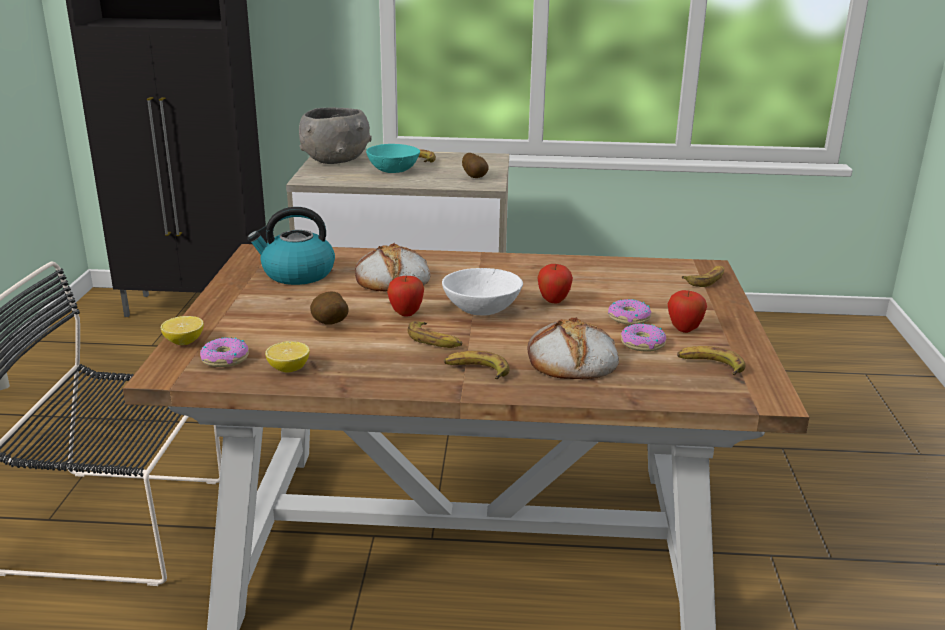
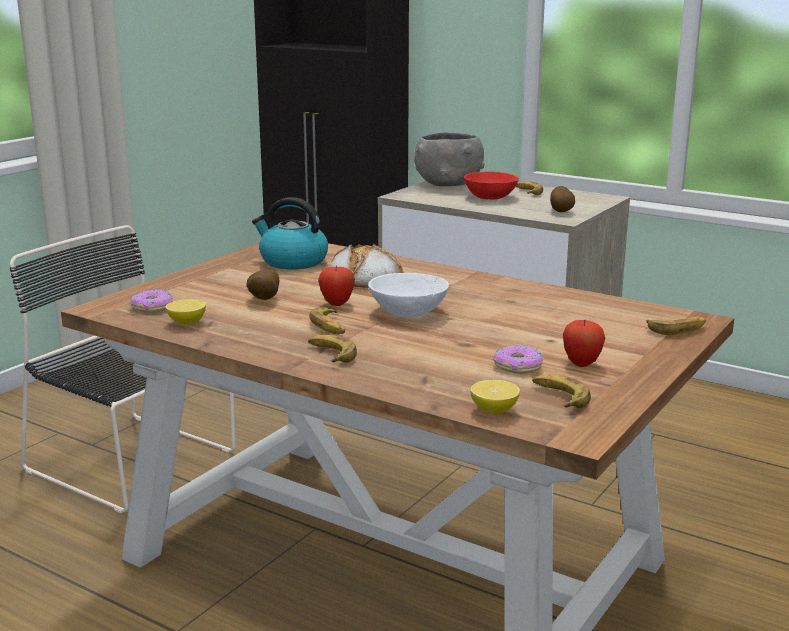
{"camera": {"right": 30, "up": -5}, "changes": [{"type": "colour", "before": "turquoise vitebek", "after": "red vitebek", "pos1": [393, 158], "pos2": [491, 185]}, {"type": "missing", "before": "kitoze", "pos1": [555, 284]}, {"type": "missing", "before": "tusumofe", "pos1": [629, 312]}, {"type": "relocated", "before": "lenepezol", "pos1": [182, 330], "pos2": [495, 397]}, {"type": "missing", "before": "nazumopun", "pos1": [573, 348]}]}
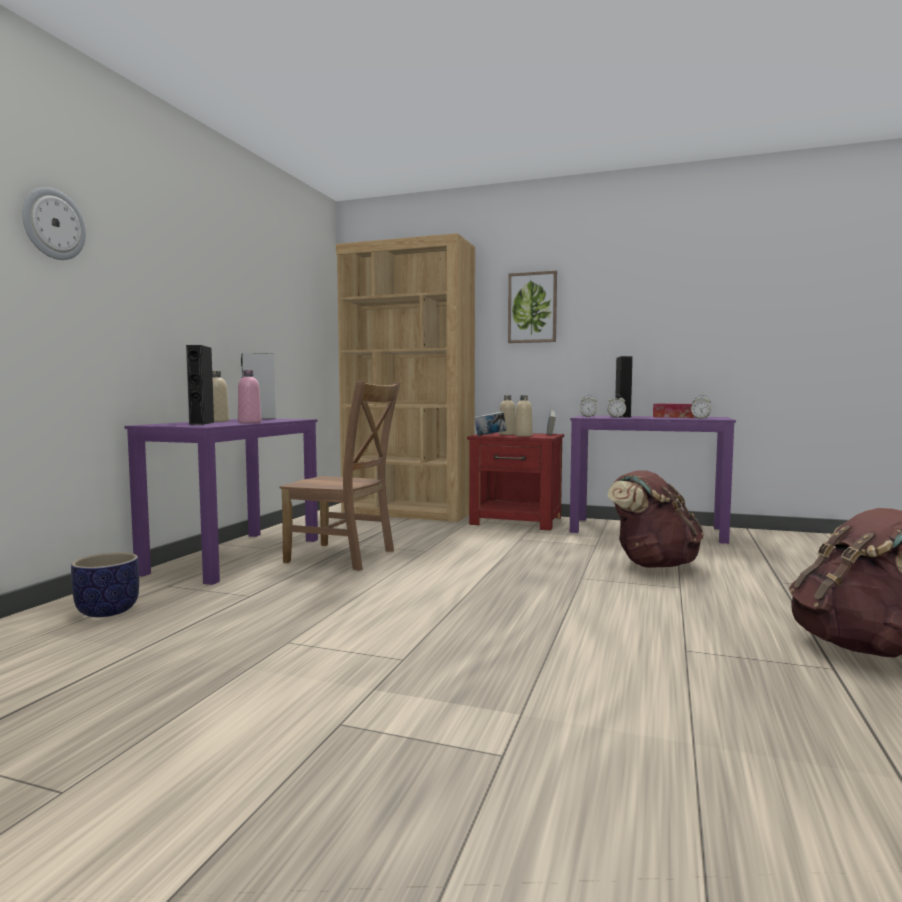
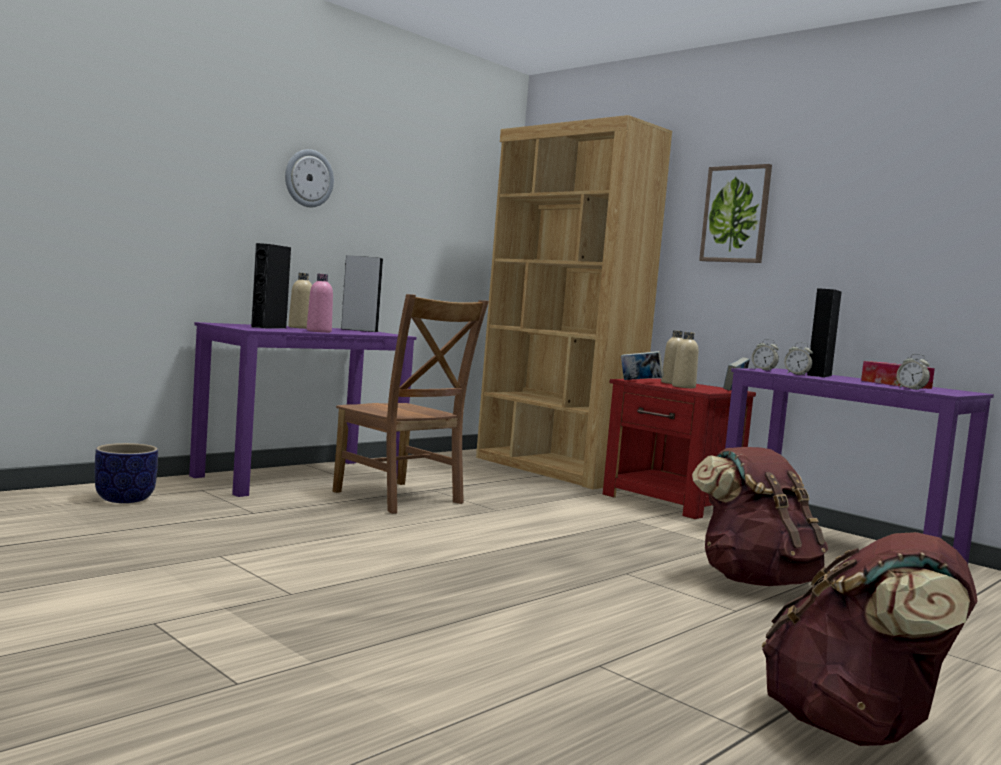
{"camera": {"right": 25, "up": 0}, "changes": [{"type": "relocated", "before": "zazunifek", "pos1": [54, 223], "pos2": [309, 178]}]}
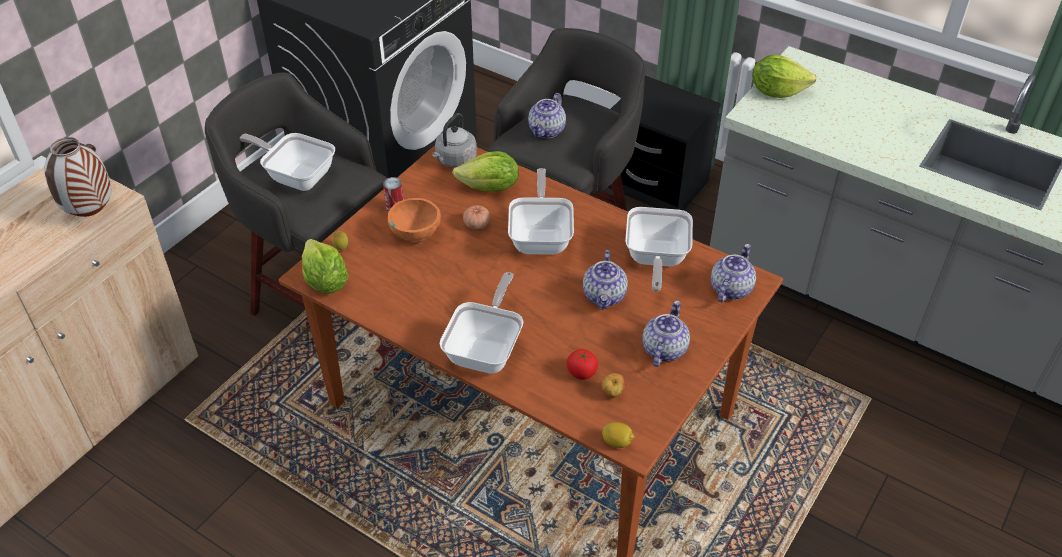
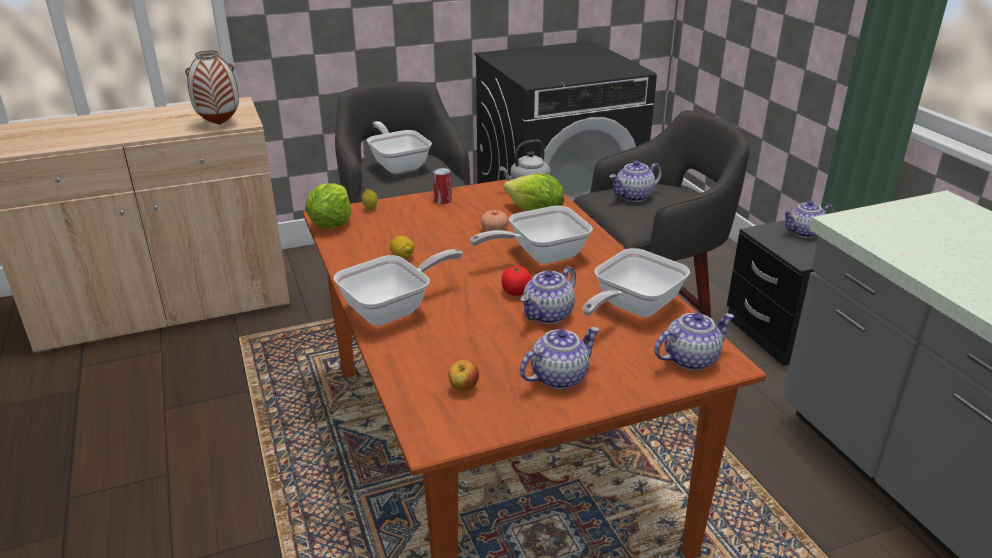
{"camera": {"right": 35, "up": -15}, "changes": [{"type": "missing", "before": "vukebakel", "pos1": [784, 76]}, {"type": "spun", "before": "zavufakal", "pos1": [541, 211], "pos2": [531, 235], "turn": -150}, {"type": "missing", "before": "orange vitebek", "pos1": [414, 220]}, {"type": "relocated", "before": "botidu", "pos1": [582, 364], "pos2": [517, 281]}, {"type": "relocated", "before": "lenepezol", "pos1": [618, 435], "pos2": [402, 247]}, {"type": "appeared", "after": "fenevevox", "pos2": [808, 219]}]}
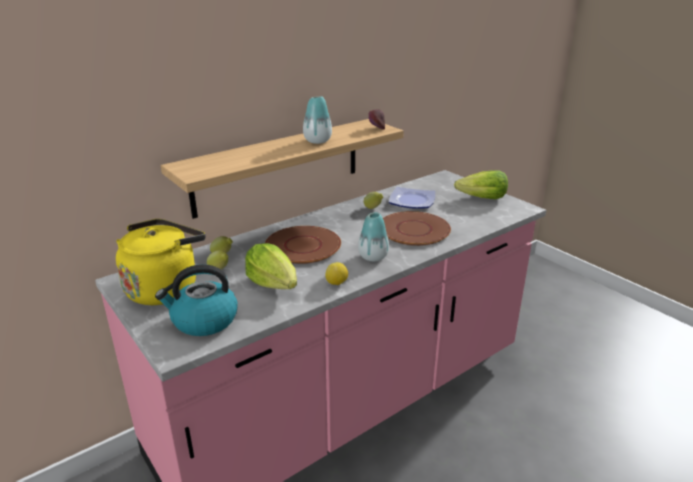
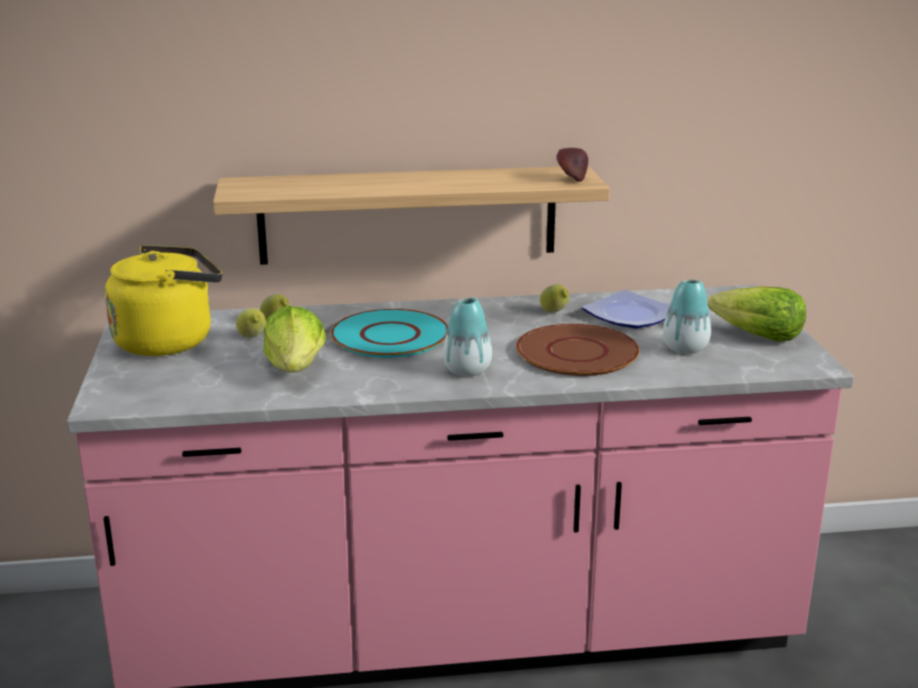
{"camera": {"right": 30, "up": -5}, "changes": [{"type": "relocated", "before": "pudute", "pos1": [317, 120], "pos2": [687, 317]}, {"type": "colour", "before": "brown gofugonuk", "after": "turquoise gofugonuk", "pos1": [303, 245], "pos2": [389, 333]}, {"type": "missing", "before": "lenepezol", "pos1": [336, 273]}, {"type": "missing", "before": "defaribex", "pos1": [196, 300]}]}
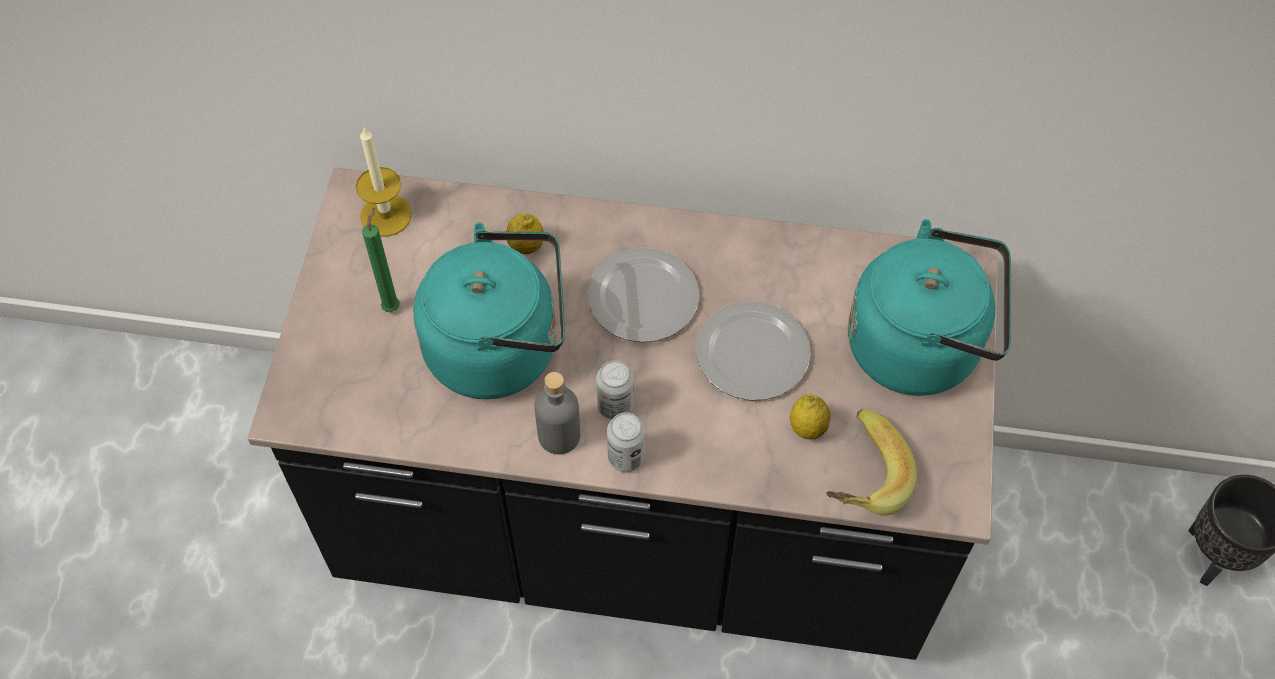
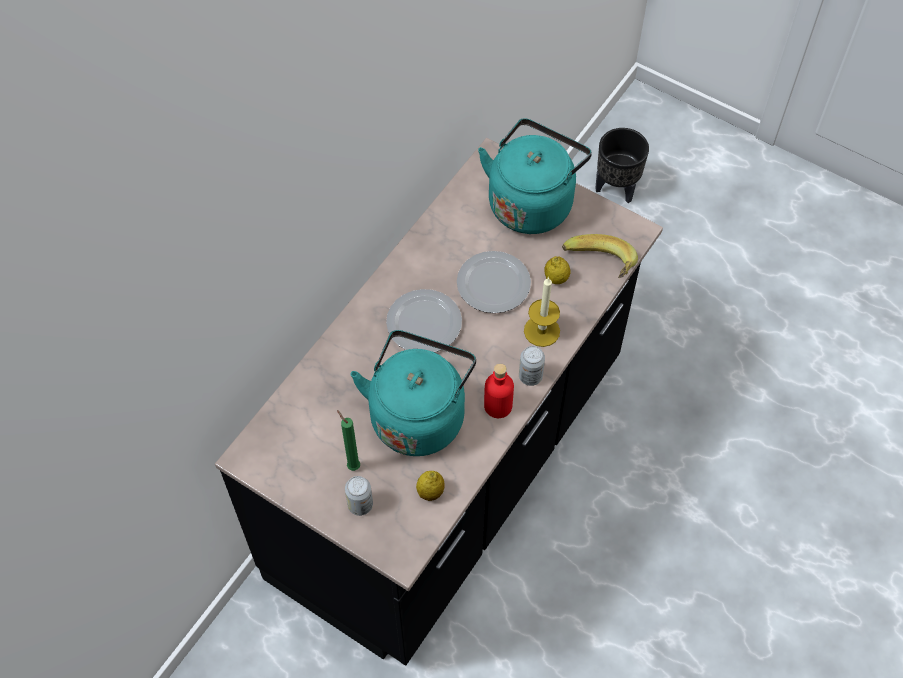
{"camera": {"right": -65, "up": 0}, "changes": [{"type": "relocated", "before": "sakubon", "pos1": [384, 182], "pos2": [542, 312]}, {"type": "relocated", "before": "lenepezol", "pos1": [525, 233], "pos2": [430, 486]}, {"type": "relocated", "before": "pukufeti", "pos1": [615, 390], "pos2": [359, 496]}, {"type": "colour", "before": "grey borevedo", "after": "red borevedo", "pos1": [557, 413], "pos2": [499, 390]}]}
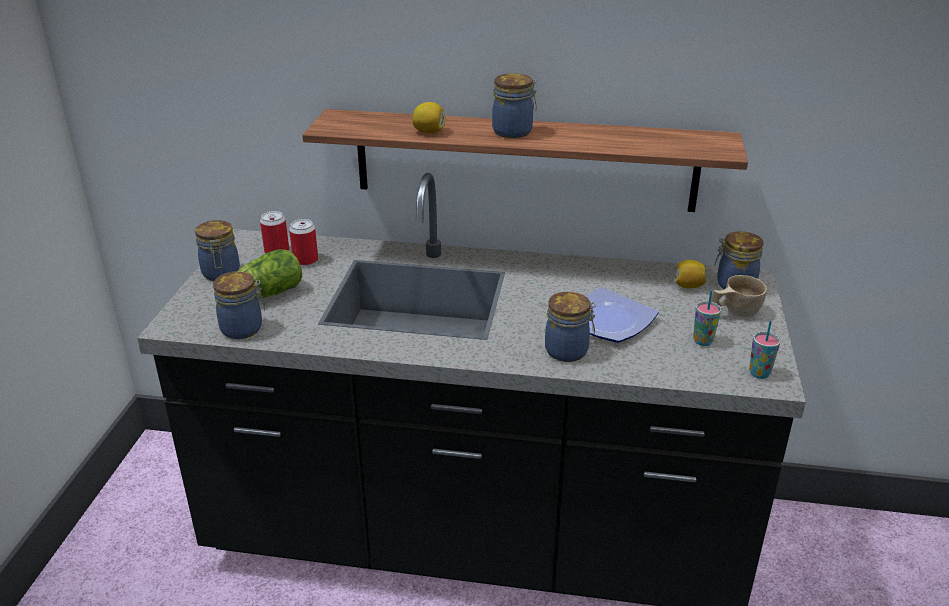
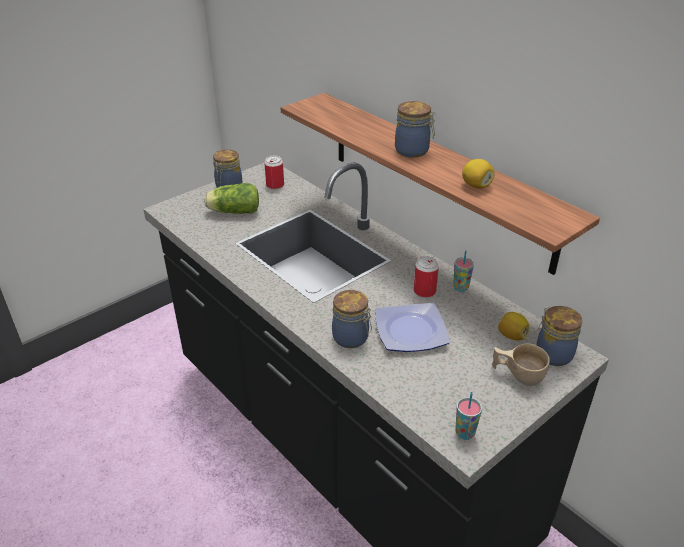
{"camera": {"right": 40, "up": 5}, "changes": [{"type": "relocated", "before": "lenepezol", "pos1": [429, 117], "pos2": [478, 174]}, {"type": "relocated", "before": "pukufeti", "pos1": [303, 242], "pos2": [426, 277]}, {"type": "missing", "before": "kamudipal", "pos1": [239, 305]}, {"type": "relocated", "before": "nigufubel", "pos1": [707, 318], "pos2": [463, 271]}]}
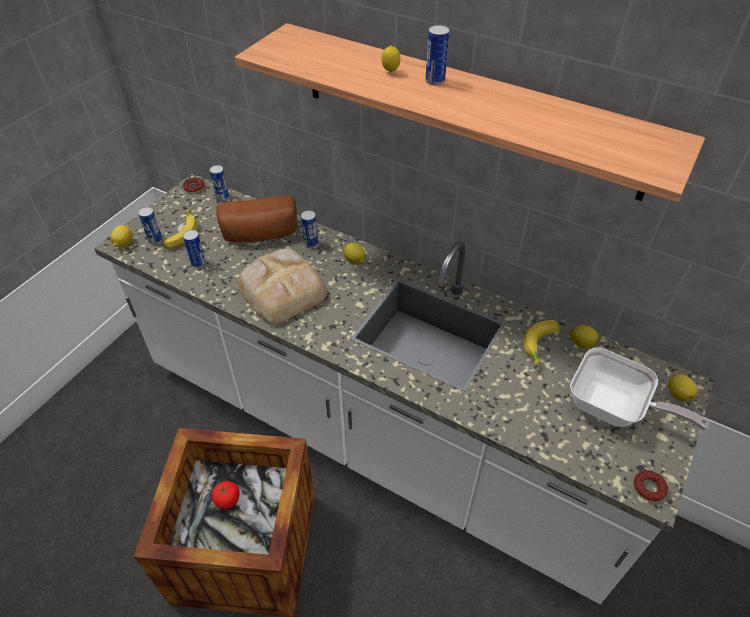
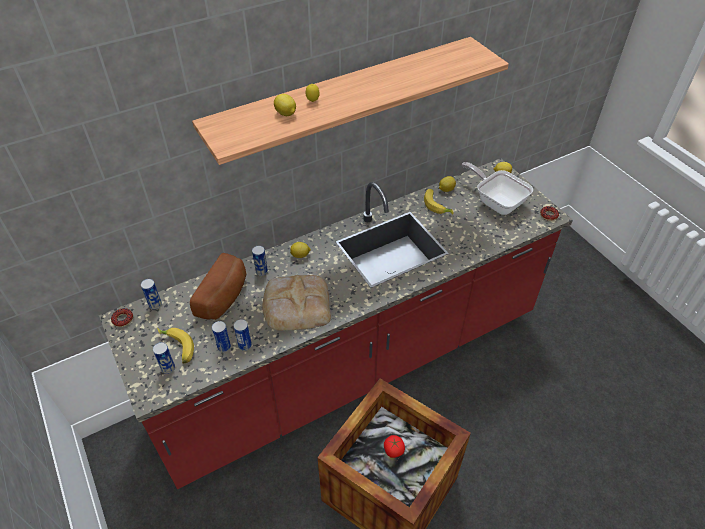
{"camera": {"right": -60, "up": 0}, "changes": [{"type": "relocated", "before": "pukufeti", "pos1": [437, 55], "pos2": [243, 335]}, {"type": "colour", "before": "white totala", "after": "red totala", "pos1": [404, 388], "pos2": [336, 323]}, {"type": "relocated", "before": "lenepezol", "pos1": [121, 236], "pos2": [285, 105]}, {"type": "spun", "before": "zavufakal", "pos1": [639, 389], "pos2": [497, 188], "turn": -105}]}
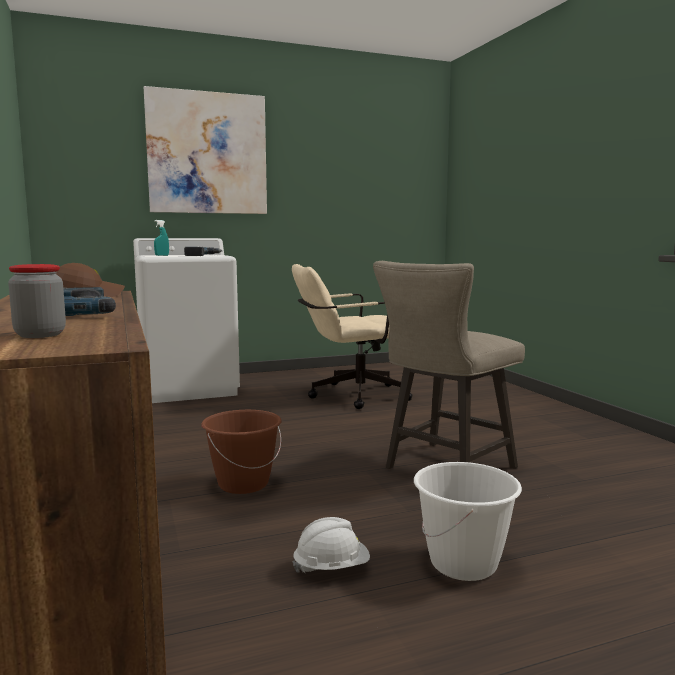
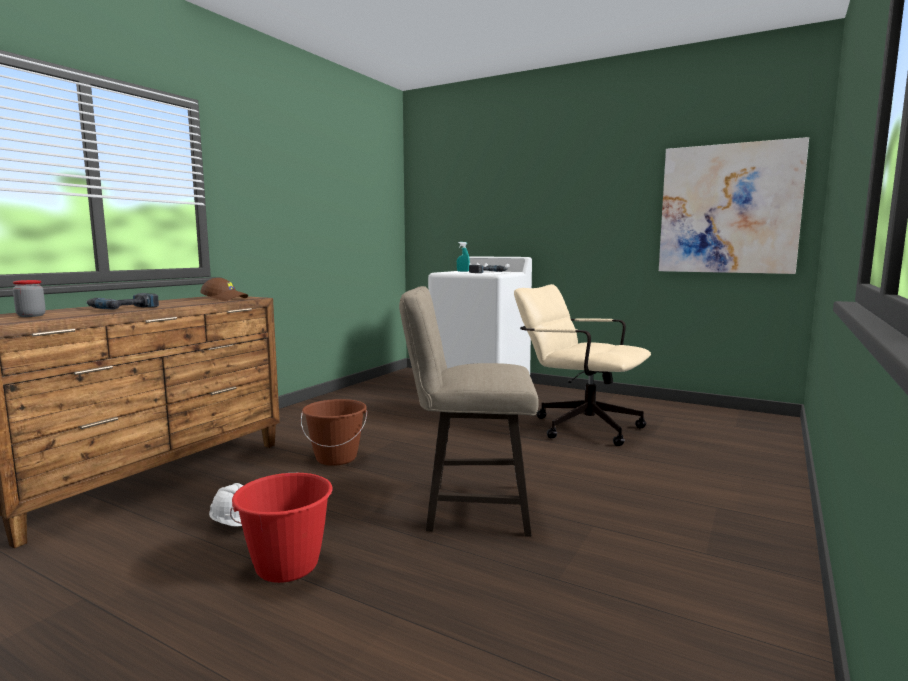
{"camera": {"right": 50, "up": 0}, "changes": [{"type": "relocated", "before": "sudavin", "pos1": [205, 150], "pos2": [734, 205]}, {"type": "colour", "before": "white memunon", "after": "red memunon", "pos1": [468, 521], "pos2": [281, 528]}]}
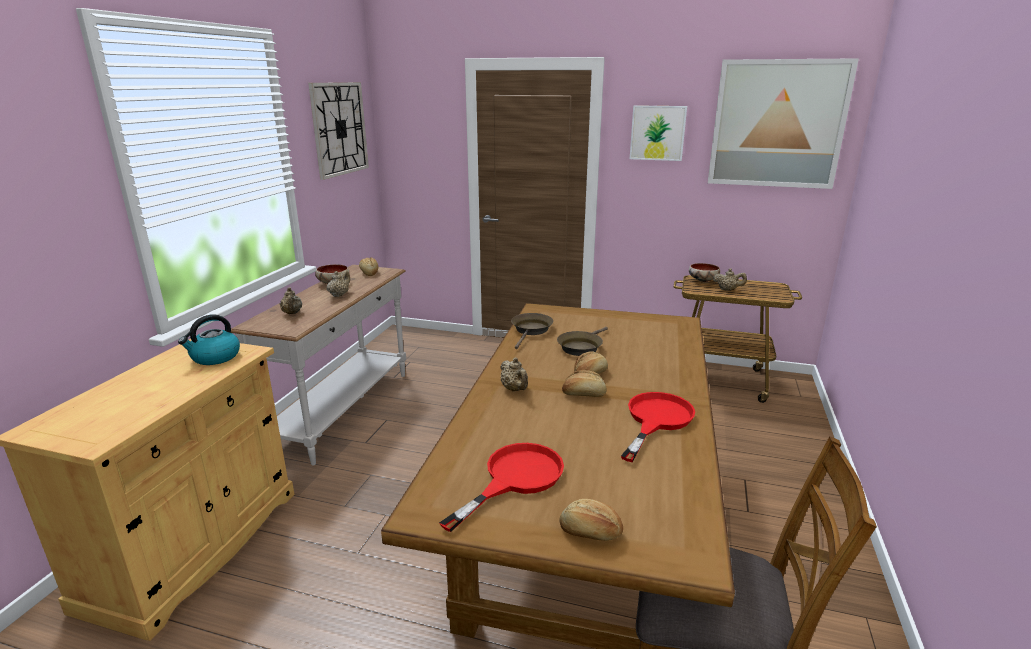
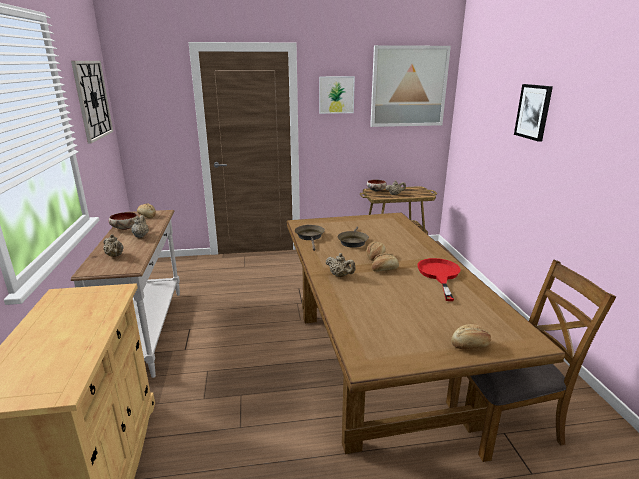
{"camera": {"right": -25, "up": 0}, "changes": [{"type": "missing", "before": "defaribex", "pos1": [209, 339]}, {"type": "missing", "before": "red zavufakal", "pos1": [501, 487]}, {"type": "appeared", "after": "sudavin", "pos2": [533, 113]}]}
